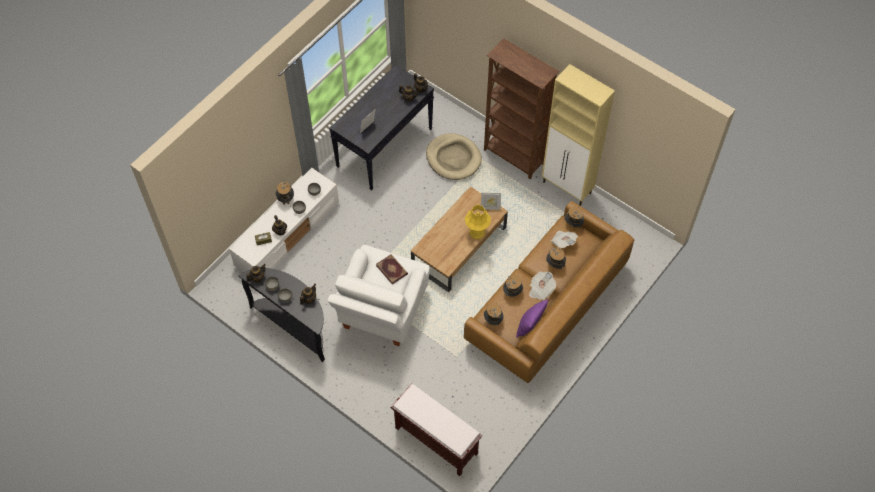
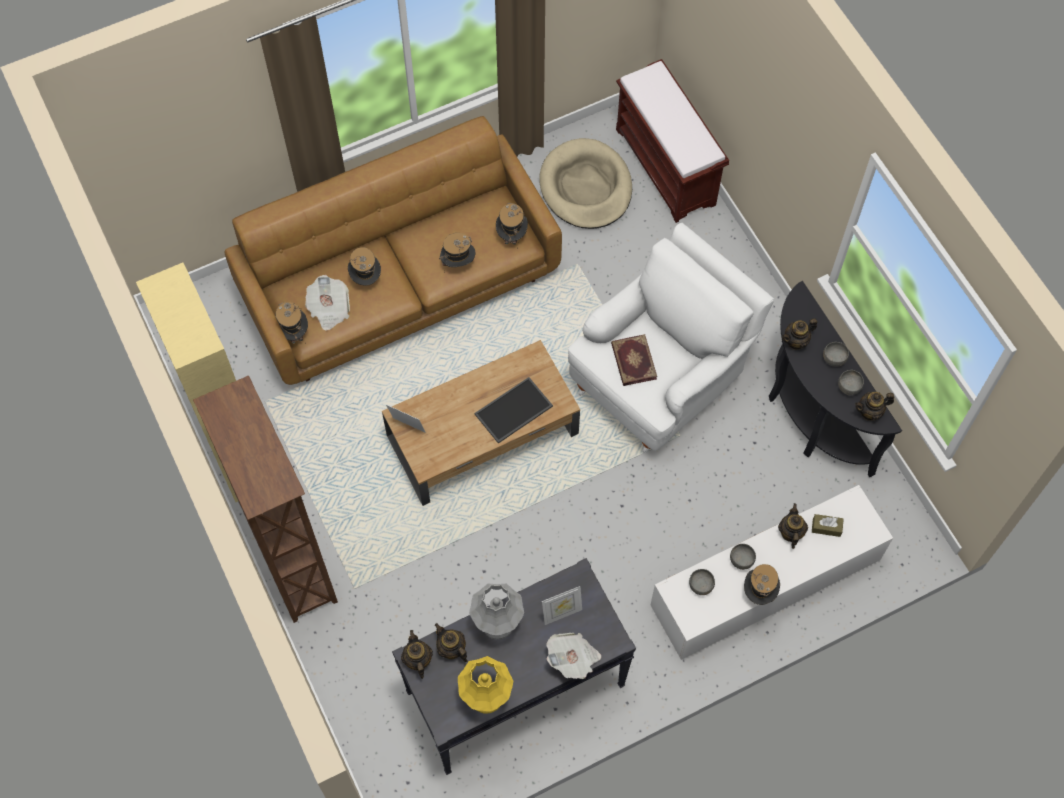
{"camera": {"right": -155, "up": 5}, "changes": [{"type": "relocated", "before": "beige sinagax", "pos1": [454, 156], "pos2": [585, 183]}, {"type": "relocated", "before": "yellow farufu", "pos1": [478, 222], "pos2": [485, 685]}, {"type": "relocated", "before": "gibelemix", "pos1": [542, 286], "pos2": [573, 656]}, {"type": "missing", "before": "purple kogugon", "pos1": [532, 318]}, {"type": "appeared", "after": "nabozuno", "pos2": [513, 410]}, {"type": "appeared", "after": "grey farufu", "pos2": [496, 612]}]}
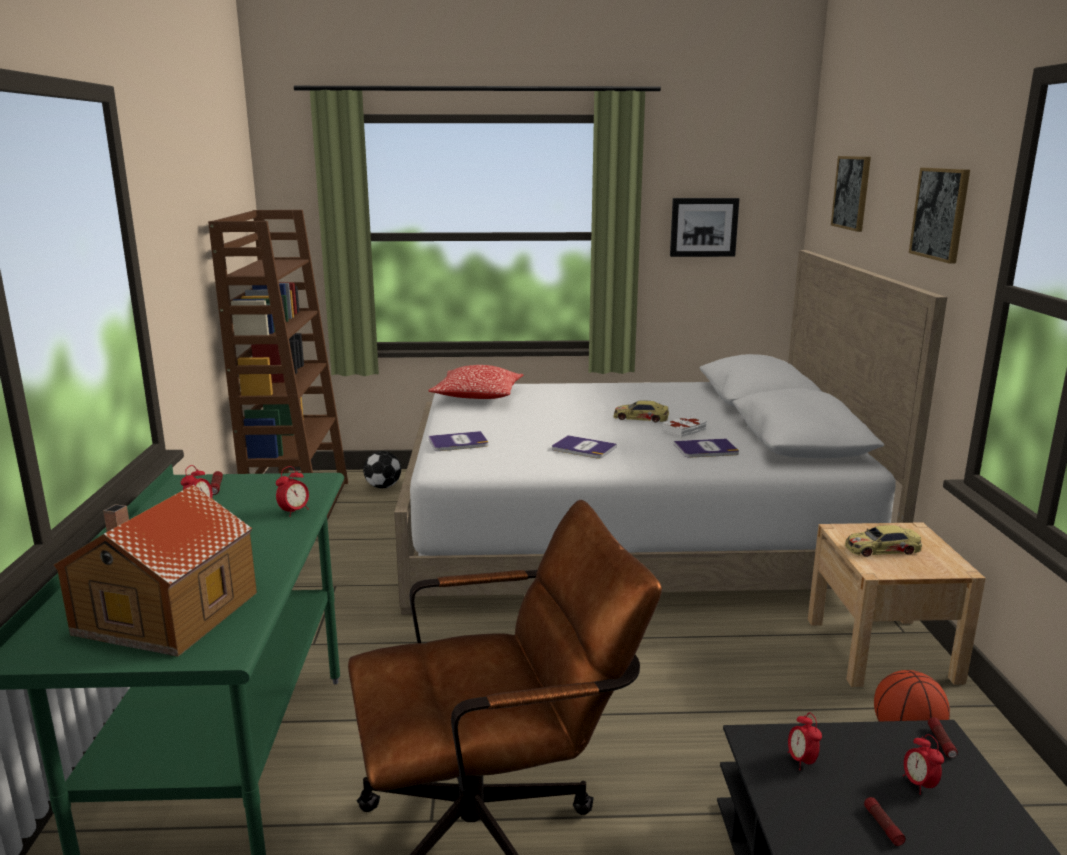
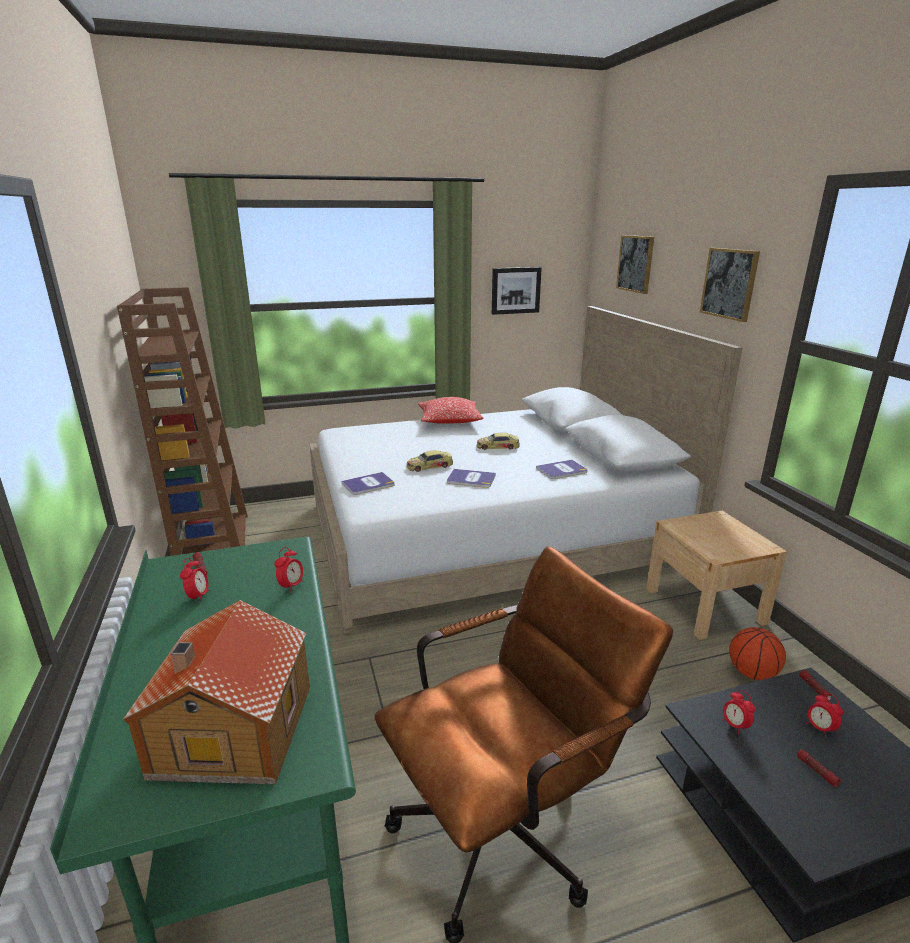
{"camera": {"right": -15, "up": 5}, "changes": [{"type": "relocated", "before": "kogugon", "pos1": [475, 382], "pos2": [451, 410]}, {"type": "missing", "before": "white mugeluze", "pos1": [685, 426]}, {"type": "missing", "before": "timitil", "pos1": [382, 469]}, {"type": "relocated", "before": "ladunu", "pos1": [883, 541], "pos2": [430, 461]}]}
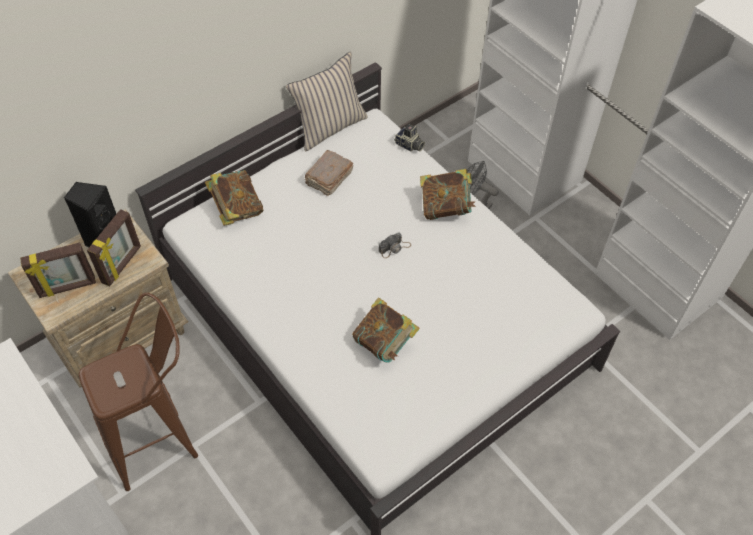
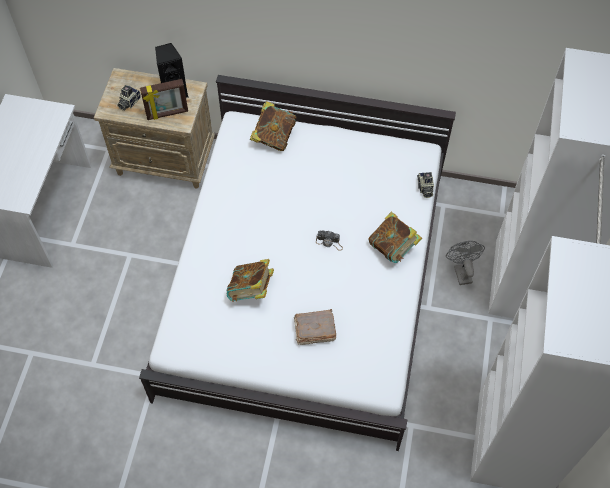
{"camera": {"right": 50, "up": 5}, "changes": [{"type": "missing", "before": "beige kogugon", "pos1": [327, 101]}, {"type": "relocated", "before": "brown mugeluze", "pos1": [329, 173], "pos2": [315, 327]}, {"type": "exchanged", "before": "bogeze", "after": "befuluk", "pos1": [58, 270], "pos2": [129, 98]}, {"type": "missing", "before": "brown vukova", "pos1": [138, 392]}]}
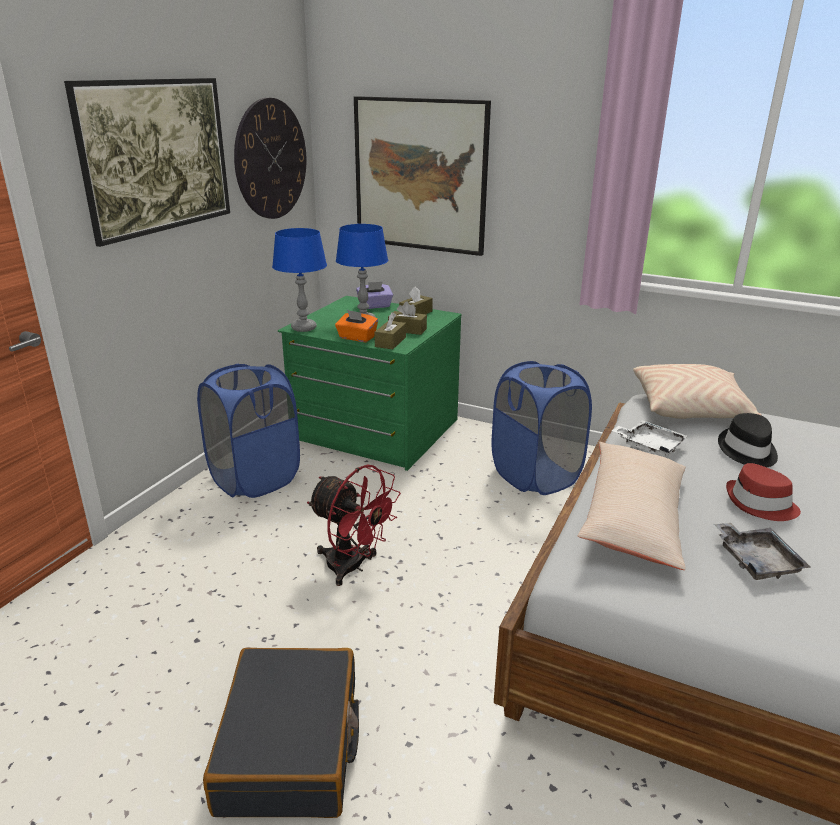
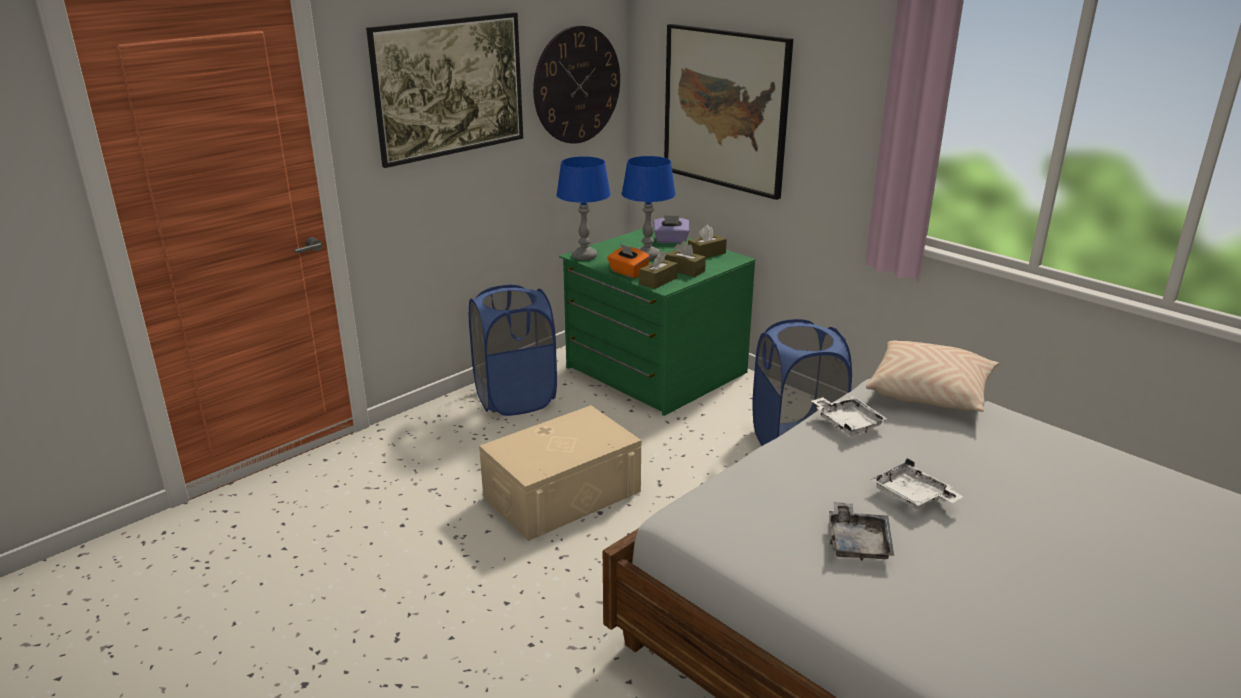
{"camera": {"right": 20, "up": 0}, "changes": [{"type": "missing", "before": "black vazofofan", "pos1": [748, 440]}, {"type": "missing", "before": "beige kogugon", "pos1": [632, 506]}, {"type": "exchanged", "before": "red vazofofan", "after": "white nabozuno", "pos1": [763, 492], "pos2": [917, 483]}, {"type": "exchanged", "before": "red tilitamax", "after": "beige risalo", "pos1": [354, 525], "pos2": [560, 473]}, {"type": "missing", "before": "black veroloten", "pos1": [281, 733]}]}
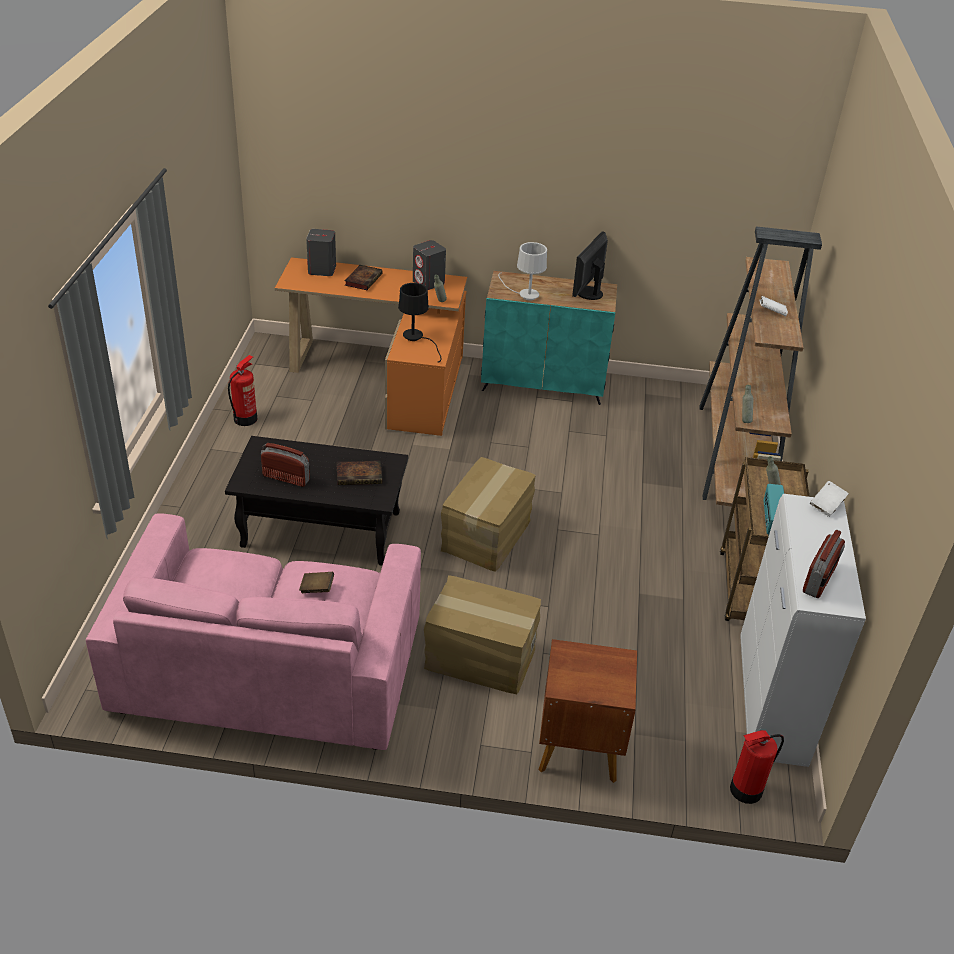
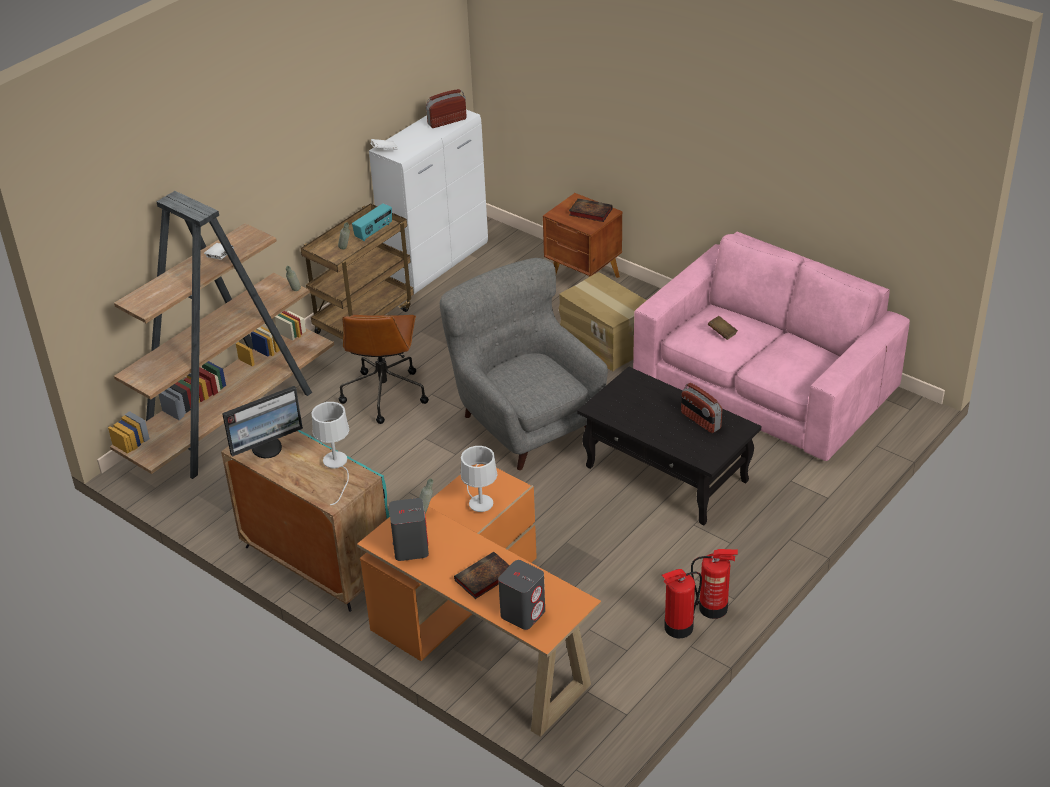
{"camera": {"right": -145, "up": 0}, "changes": [{"type": "colour", "before": "black farufu", "after": "white farufu", "pos1": [420, 322], "pos2": [479, 479]}, {"type": "exchanged", "before": "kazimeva", "after": "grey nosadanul", "pos1": [488, 514], "pos2": [524, 364]}, {"type": "relocated", "before": "mugeluze", "pos1": [359, 473], "pos2": [591, 210]}, {"type": "relocated", "before": "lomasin", "pos1": [757, 767], "pos2": [714, 584]}, {"type": "appeared", "after": "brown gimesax", "pos2": [384, 369]}]}
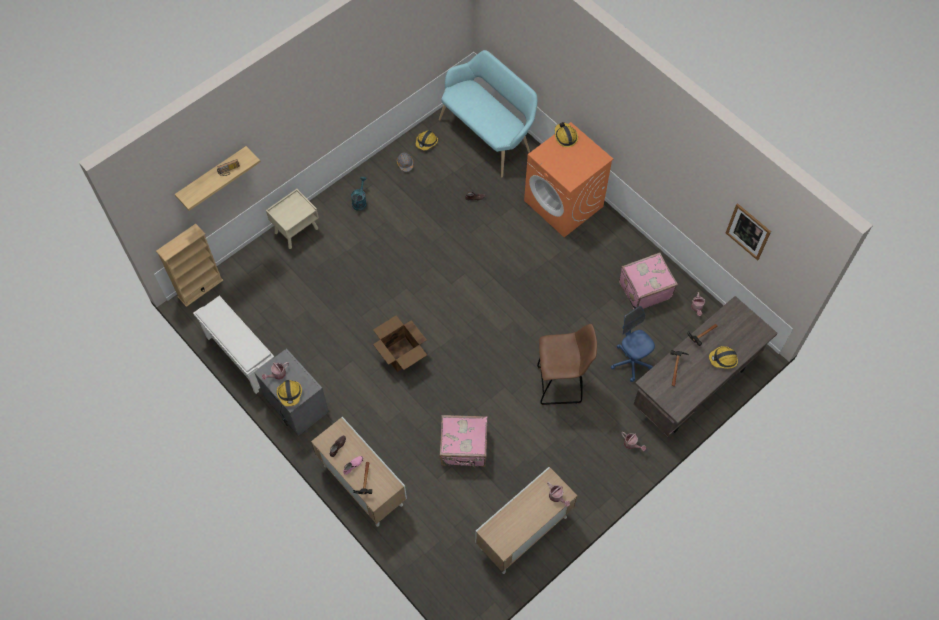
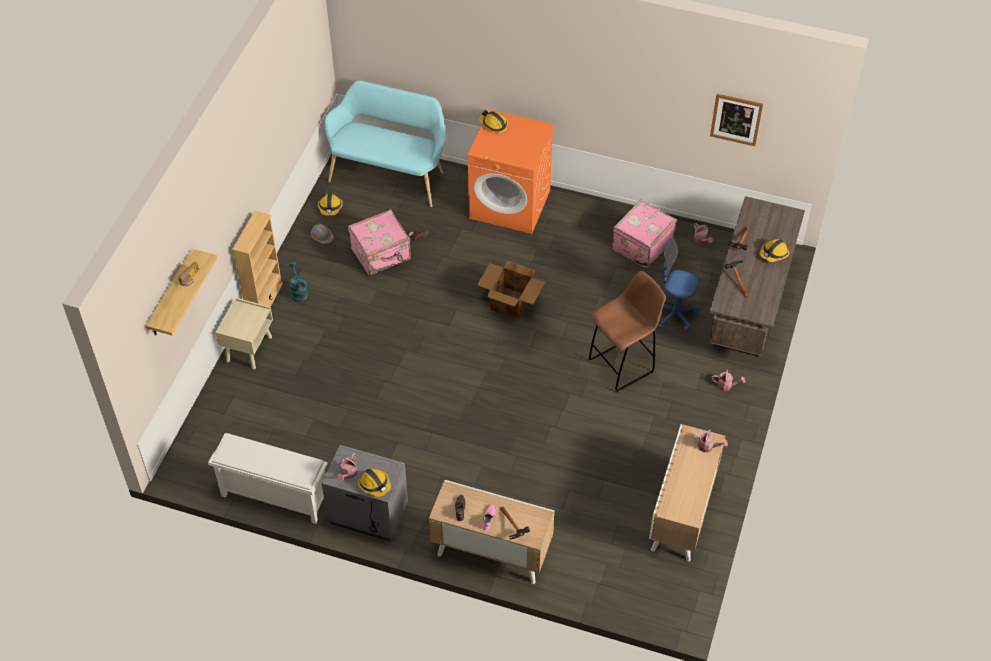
{"camera": {"right": -30, "up": -10}, "changes": [{"type": "relocated", "before": "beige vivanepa", "pos1": [189, 265], "pos2": [257, 259]}, {"type": "relocated", "before": "kazimeva", "pos1": [400, 343], "pos2": [511, 290]}, {"type": "relocated", "before": "pink veroloten", "pos1": [464, 441], "pos2": [379, 242]}]}
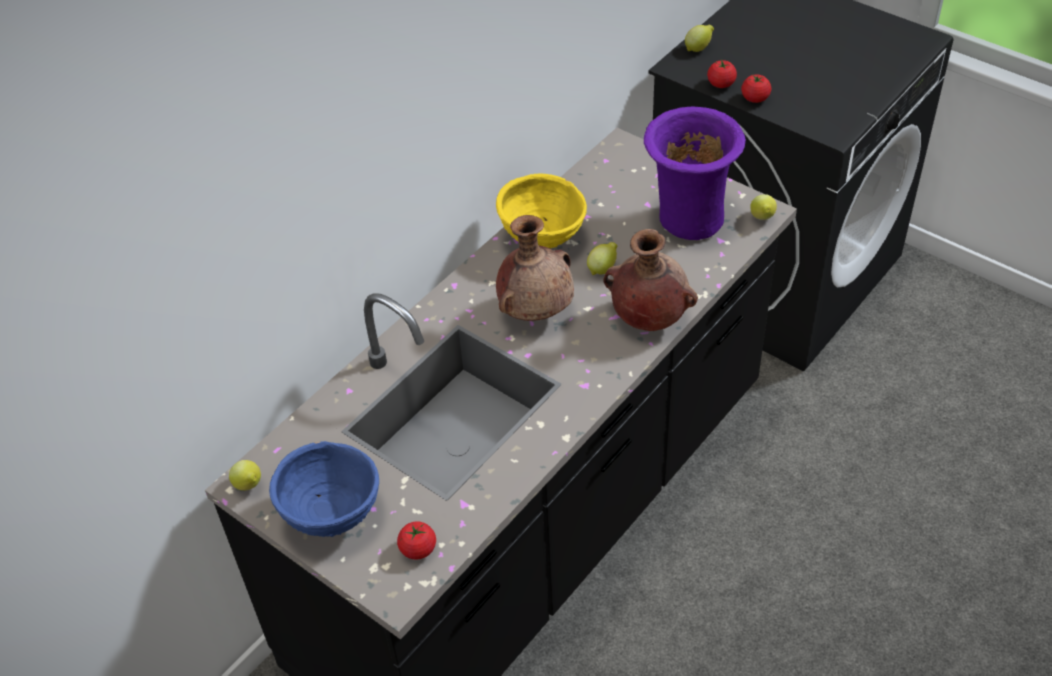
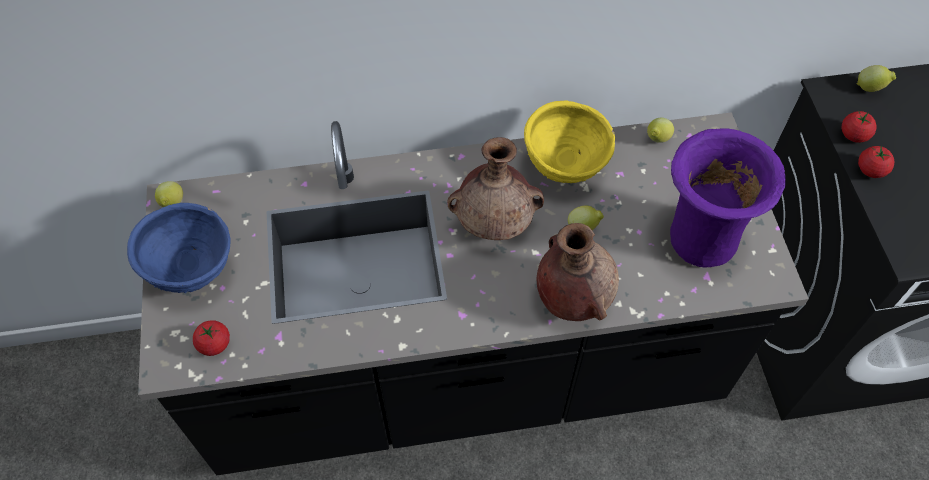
{"camera": {"right": 40, "up": 10}, "changes": [{"type": "relocated", "before": "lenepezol", "pos1": [763, 207], "pos2": [660, 130]}]}
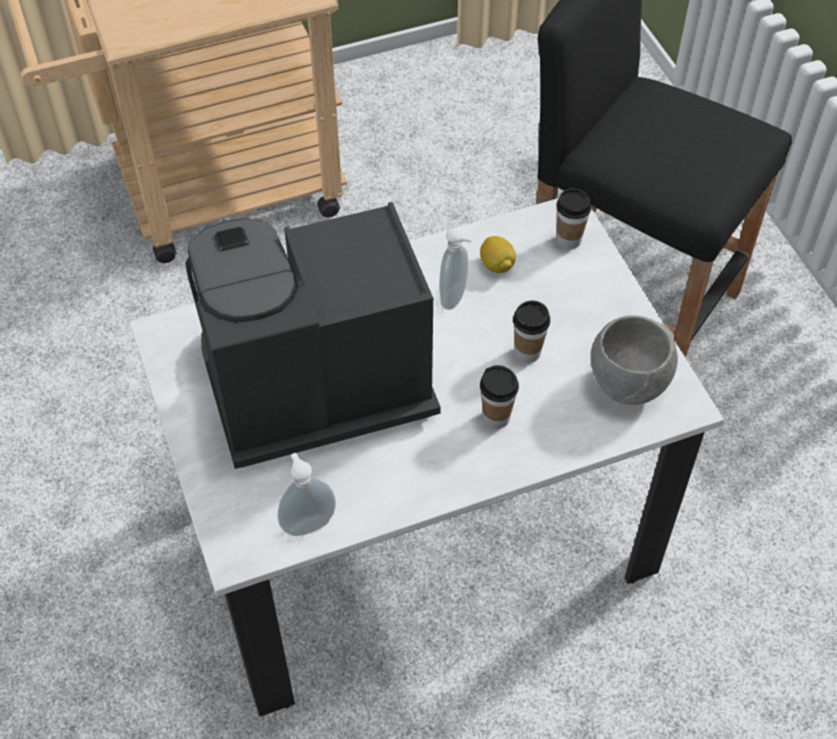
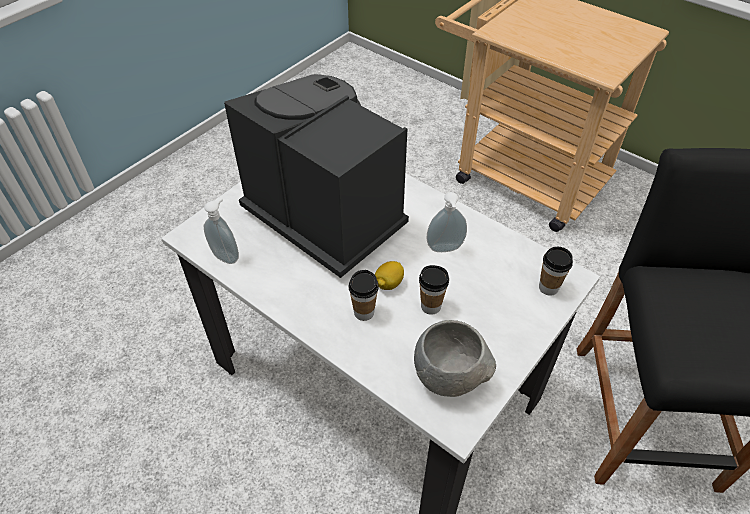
{"camera": {"right": 60, "up": -5}, "changes": [{"type": "relocated", "before": "lenepezol", "pos1": [498, 254], "pos2": [389, 275]}]}
